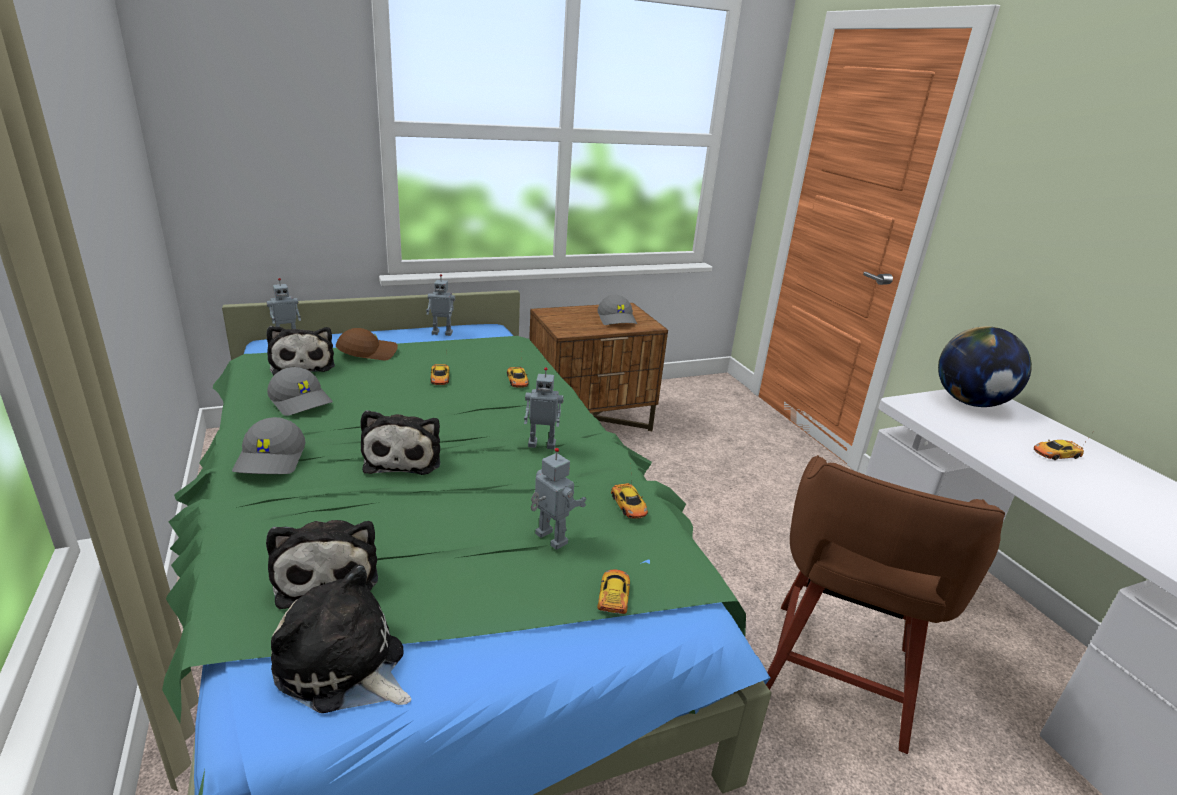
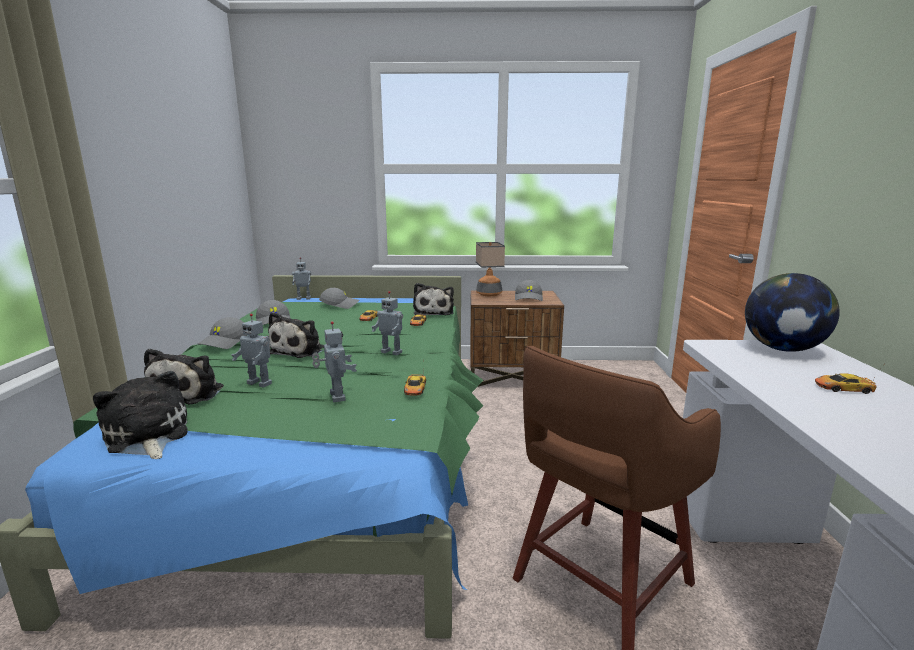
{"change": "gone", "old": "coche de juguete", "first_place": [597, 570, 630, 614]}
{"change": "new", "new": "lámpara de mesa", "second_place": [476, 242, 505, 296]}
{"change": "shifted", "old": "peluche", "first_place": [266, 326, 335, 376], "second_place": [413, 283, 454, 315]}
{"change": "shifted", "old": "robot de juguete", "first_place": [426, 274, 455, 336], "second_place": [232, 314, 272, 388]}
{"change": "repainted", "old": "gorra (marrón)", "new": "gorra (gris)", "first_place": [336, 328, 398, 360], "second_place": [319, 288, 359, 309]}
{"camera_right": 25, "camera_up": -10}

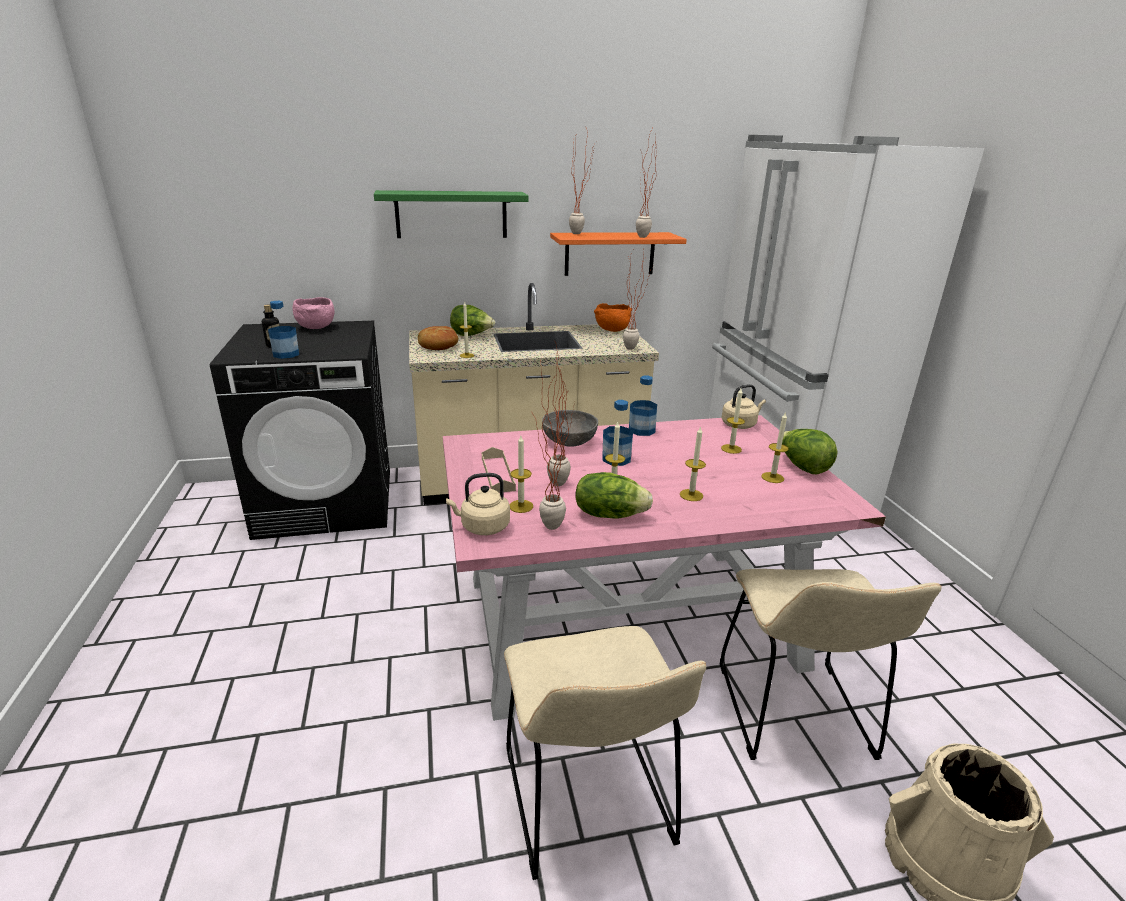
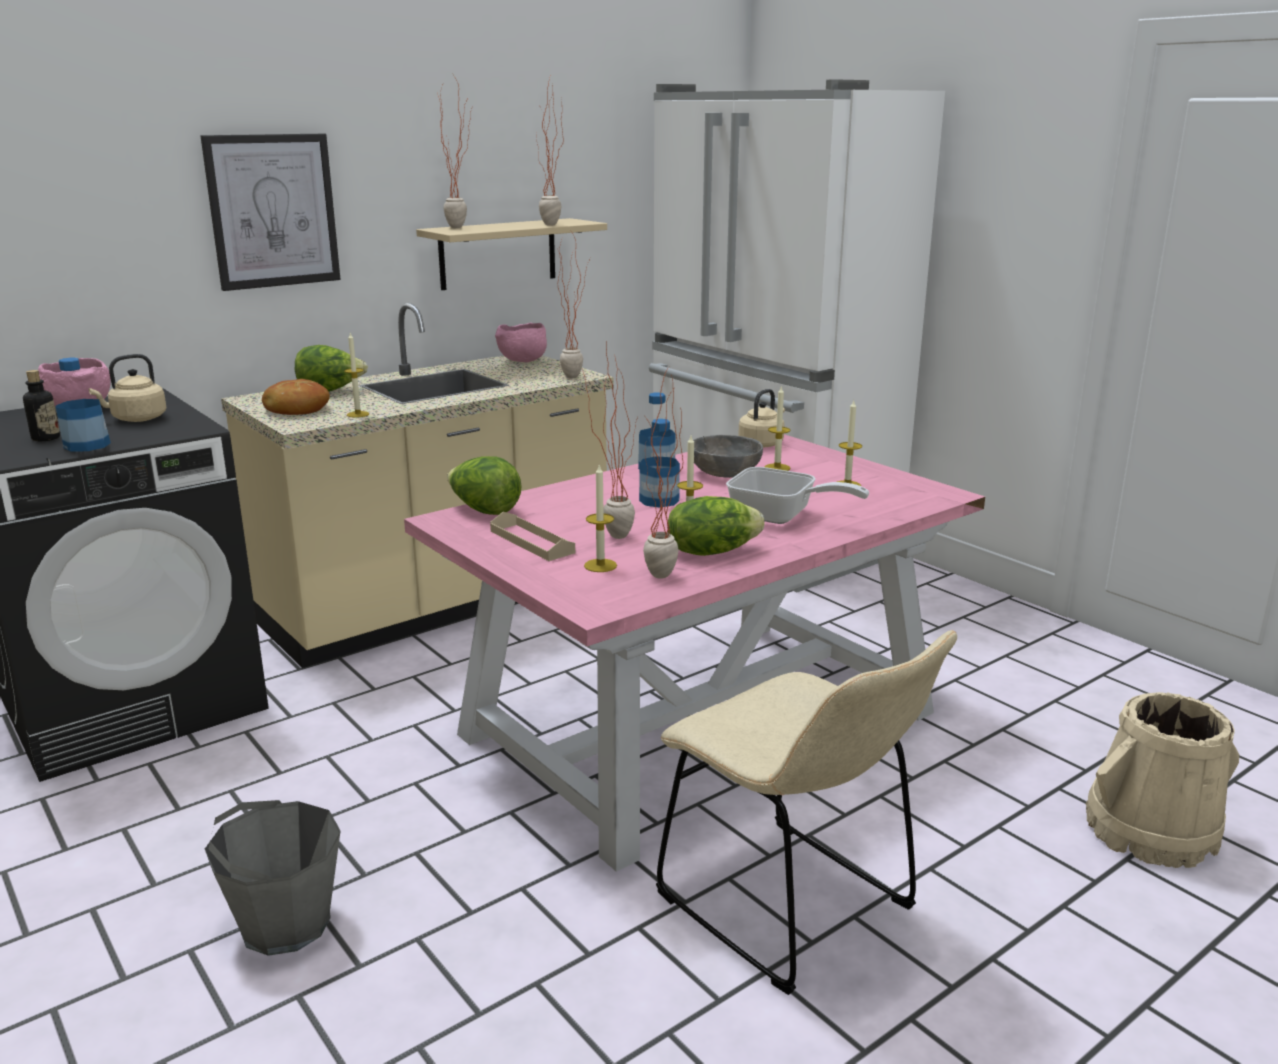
{"change": "gone", "old": "silla (beis)", "first_place": [720, 569, 941, 760]}
{"change": "new", "new": "cubo (gris)", "second_place": [205, 800, 340, 956]}
{"change": "shifted", "old": "hervidor (beis)", "first_place": [446, 473, 510, 535], "second_place": [89, 354, 167, 422]}
{"change": "shifted", "old": "cuenco (gris)", "first_place": [542, 410, 598, 447], "second_place": [693, 435, 763, 478]}
{"change": "shifted", "old": "lechuga", "first_place": [782, 429, 838, 474], "second_place": [447, 456, 522, 515]}
{"change": "swapped", "old": "estante (verde)", "new": "cuadro", "first_place": [374, 190, 528, 238], "second_place": [201, 134, 340, 291]}
{"change": "swapped", "old": "vela", "new": "sartén", "first_place": [680, 426, 706, 501], "second_place": [726, 467, 869, 524]}
{"change": "repainted", "old": "estante (naranja)", "new": "estante (beis)", "first_place": [550, 232, 687, 276], "second_place": [416, 218, 607, 290]}
{"change": "repainted", "old": "cuenco (naranja)", "new": "cuenco (rosa)", "first_place": [594, 303, 631, 332], "second_place": [495, 322, 547, 362]}
{"camera_right": -25, "camera_up": -5}

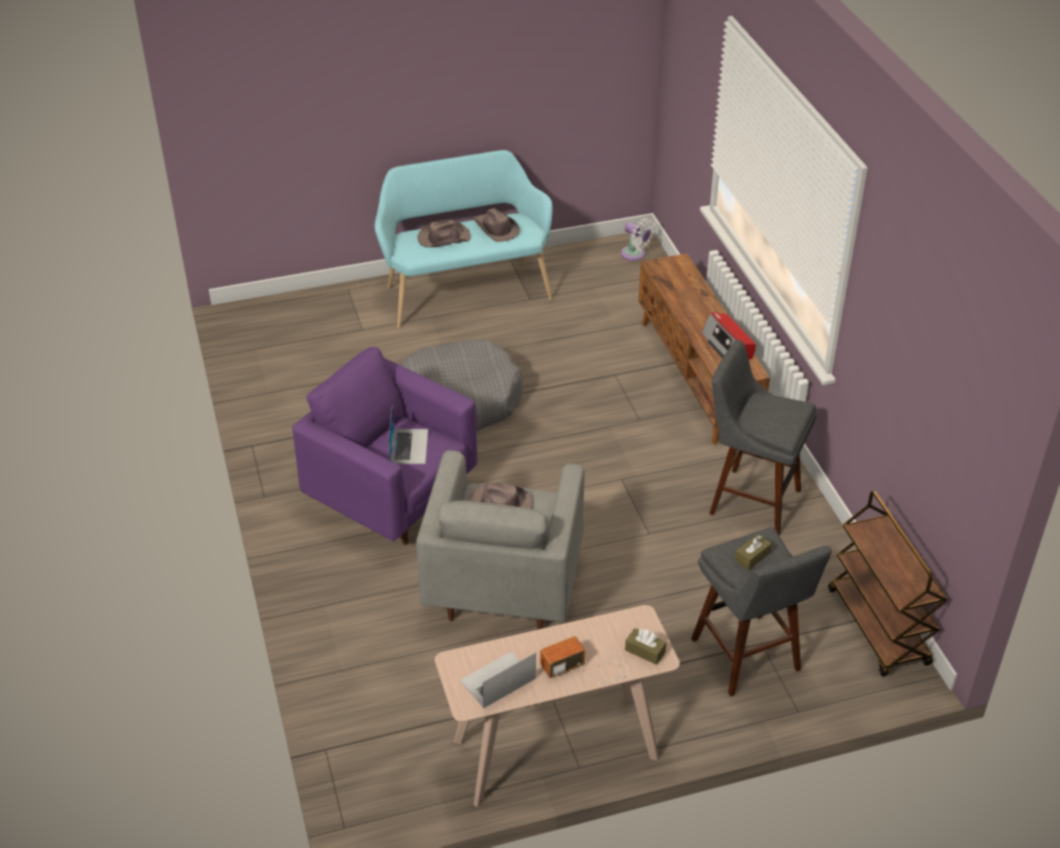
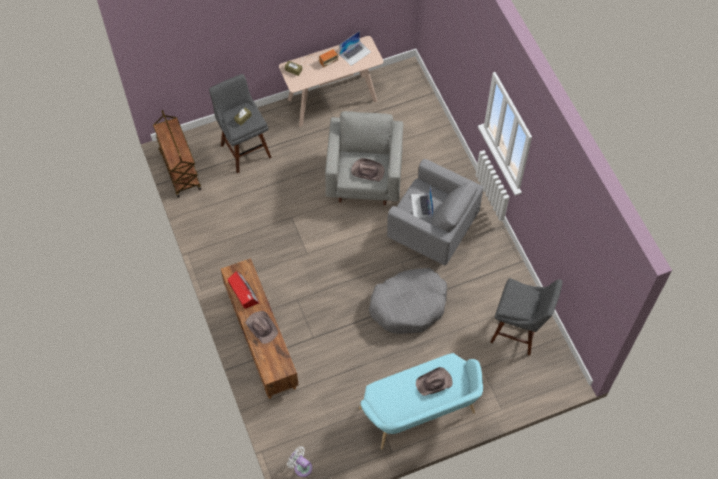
{"change": "shifted", "old": "sombrero (marrón)", "first_place": [474, 208, 520, 242], "second_place": [246, 311, 278, 344]}
{"change": "shifted", "old": "taburete (gris)", "first_place": [709, 340, 816, 535], "second_place": [490, 278, 563, 356]}
{"change": "repainted", "old": "sillón (morado)", "new": "sillón (gris)", "first_place": [292, 347, 477, 545], "second_place": [387, 159, 483, 265]}
{"camera_right": 175, "camera_up": 20}

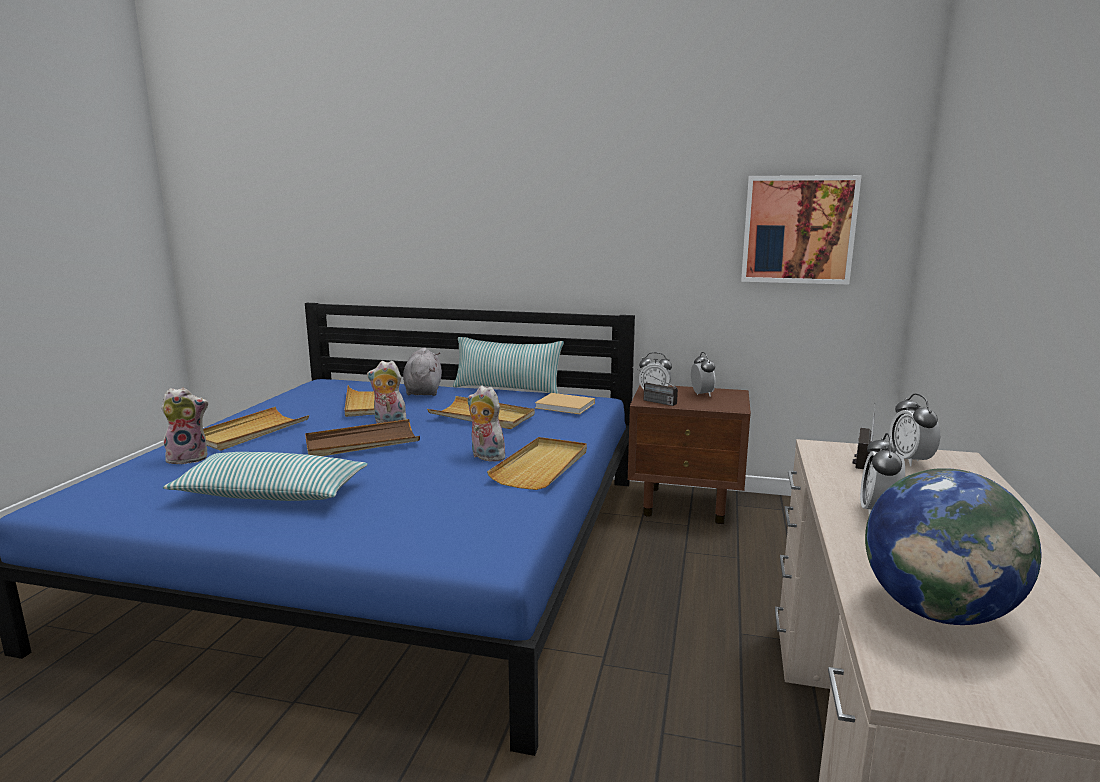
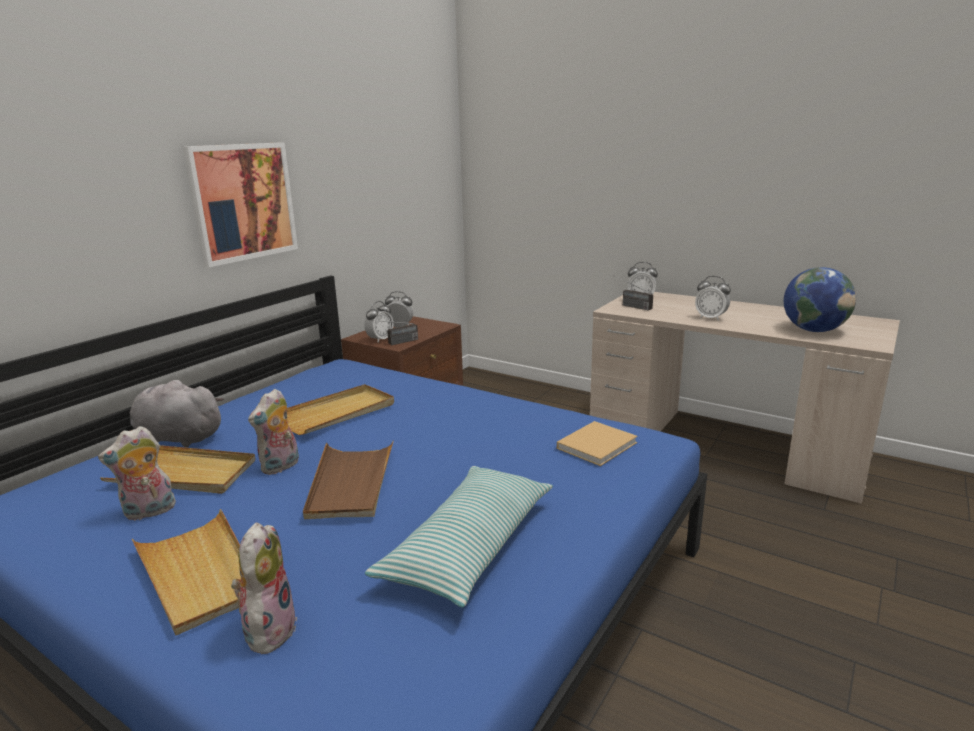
{"change": "gone", "old": "cojín", "first_place": [453, 337, 564, 394]}
{"change": "gone", "old": "bandeja (beis)", "first_place": [487, 437, 587, 490]}
{"change": "shifted", "old": "peluche", "first_place": [468, 386, 506, 462], "second_place": [98, 426, 176, 520]}
{"change": "shifted", "old": "libro (beis)", "first_place": [535, 393, 595, 414], "second_place": [557, 421, 638, 466]}
{"change": "shifted", "old": "cuadro", "first_place": [741, 175, 862, 285], "second_place": [182, 142, 298, 267]}
{"camera_right": -70, "camera_up": 5}

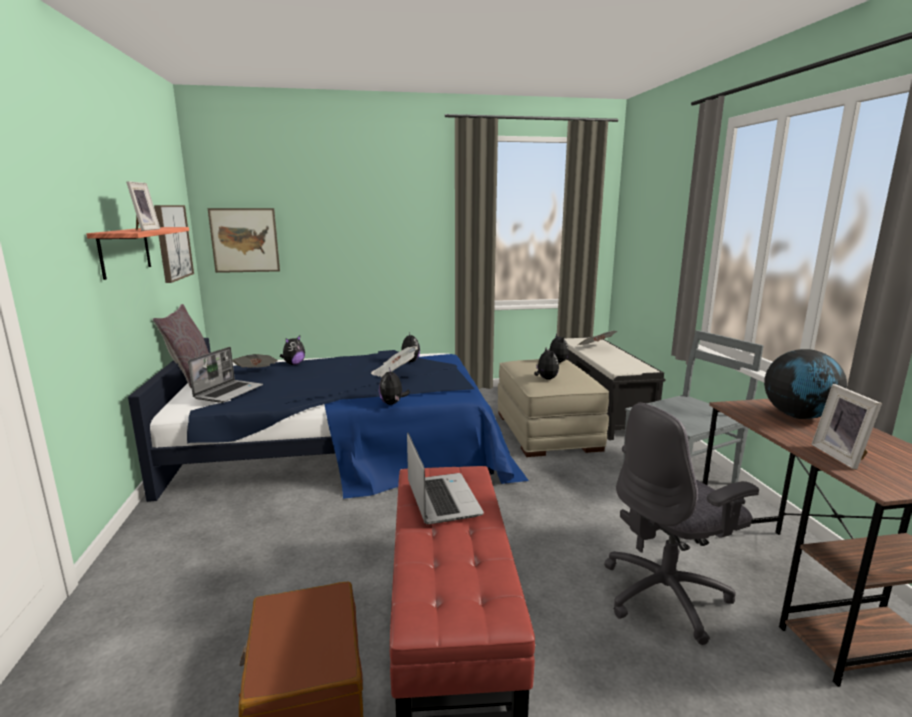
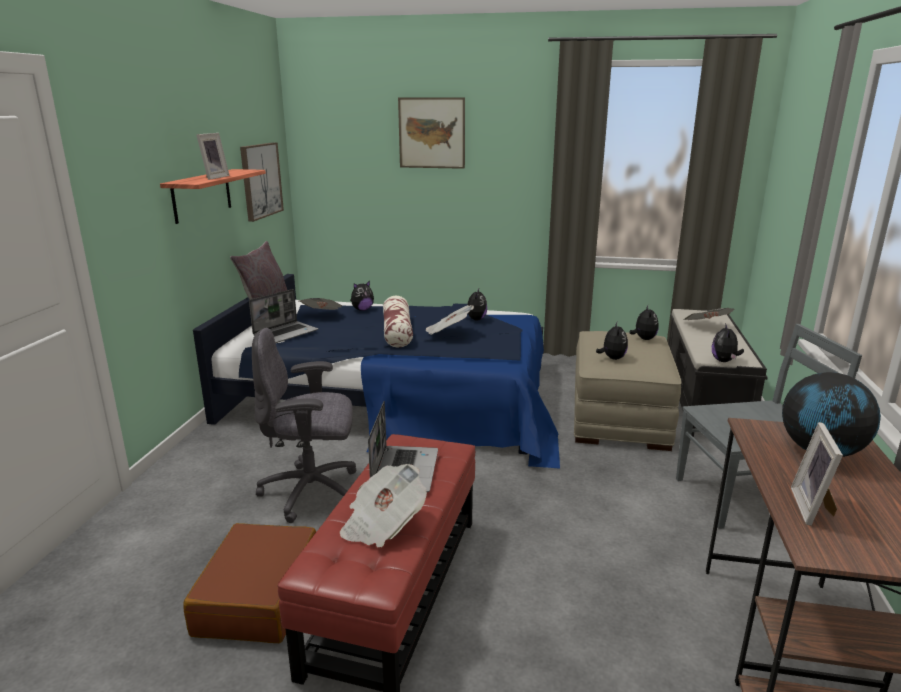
{"change": "new", "new": "periódico", "second_place": [340, 464, 427, 547]}
{"change": "new", "new": "cojín", "second_place": [383, 296, 413, 348]}
{"change": "shifted", "old": "cuadro", "first_place": [208, 208, 280, 273], "second_place": [398, 97, 465, 169]}
{"change": "shifted", "old": "peluche", "first_place": [379, 367, 410, 405], "second_place": [712, 323, 744, 362]}
{"change": "shifted", "old": "silla de oficina (gris)", "first_place": [604, 403, 759, 645], "second_place": [252, 328, 356, 523]}
{"camera_right": 20, "camera_up": 5}

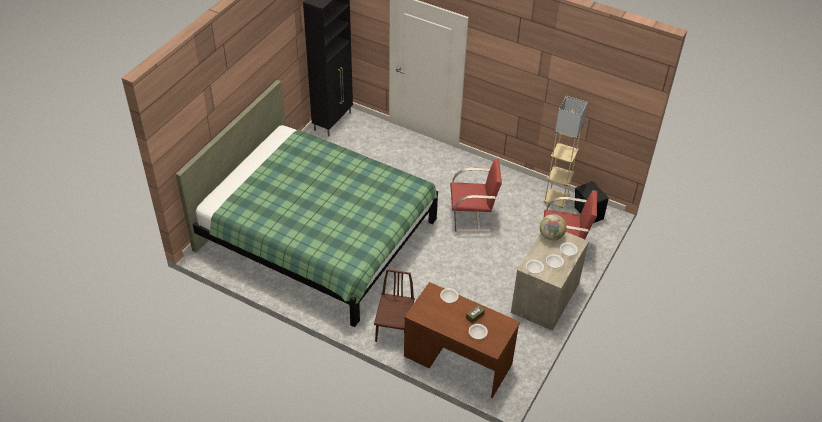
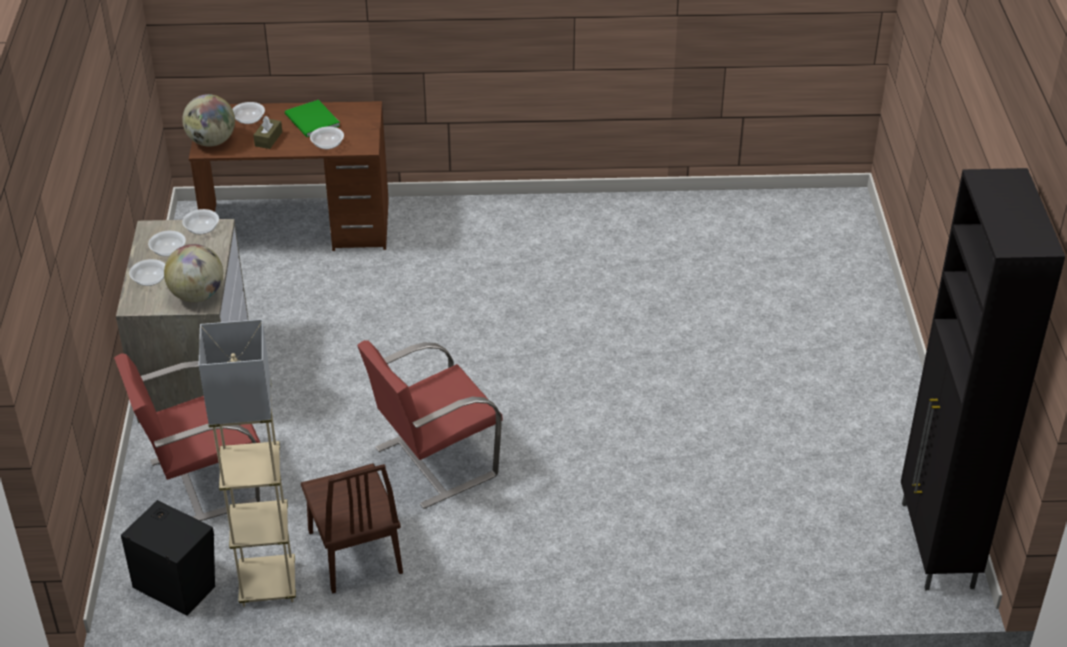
{"change": "gone", "old": "cama (verde)", "first_place": [176, 80, 438, 327]}
{"change": "new", "new": "globo terráqueo", "second_place": [182, 94, 235, 147]}
{"change": "new", "new": "libro (verde)", "second_place": [285, 100, 340, 137]}
{"change": "shifted", "old": "silla (marrón)", "first_place": [374, 269, 415, 342], "second_place": [301, 463, 403, 593]}
{"camera_right": 150, "camera_up": -5}

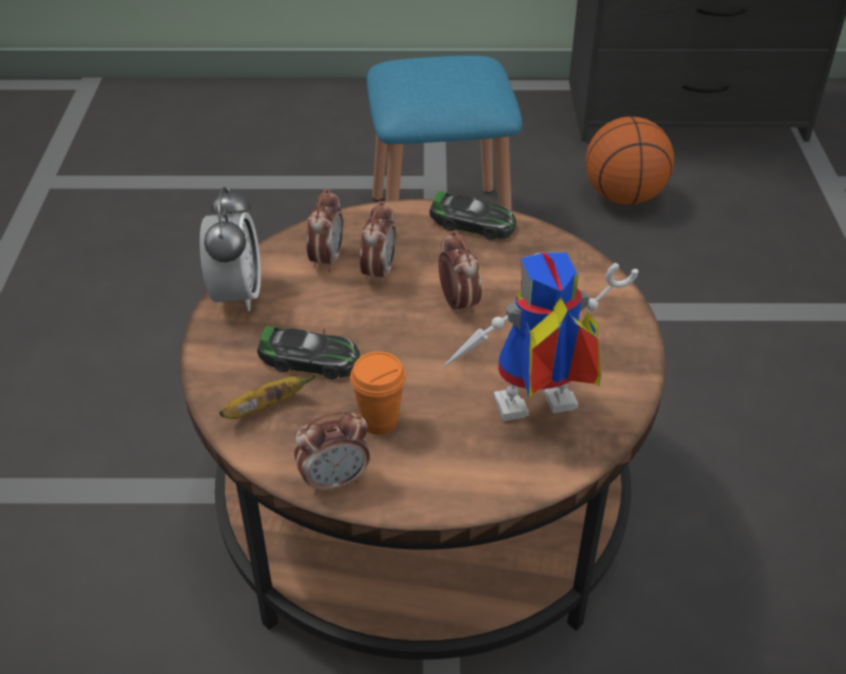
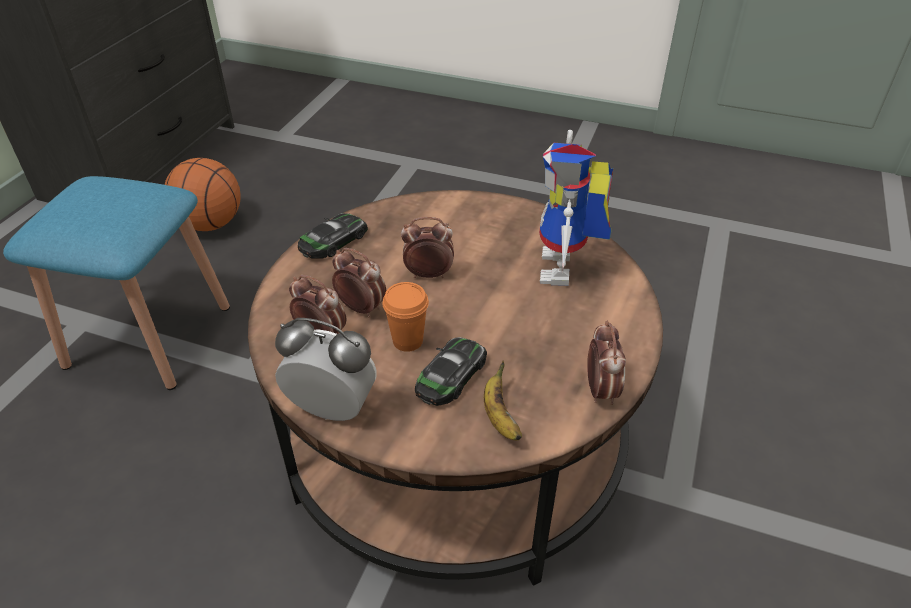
{"change": "shifted", "old": "taza (naranja)", "first_place": [350, 352, 406, 435], "second_place": [383, 282, 429, 352]}
{"camera_right": -70, "camera_up": 0}

